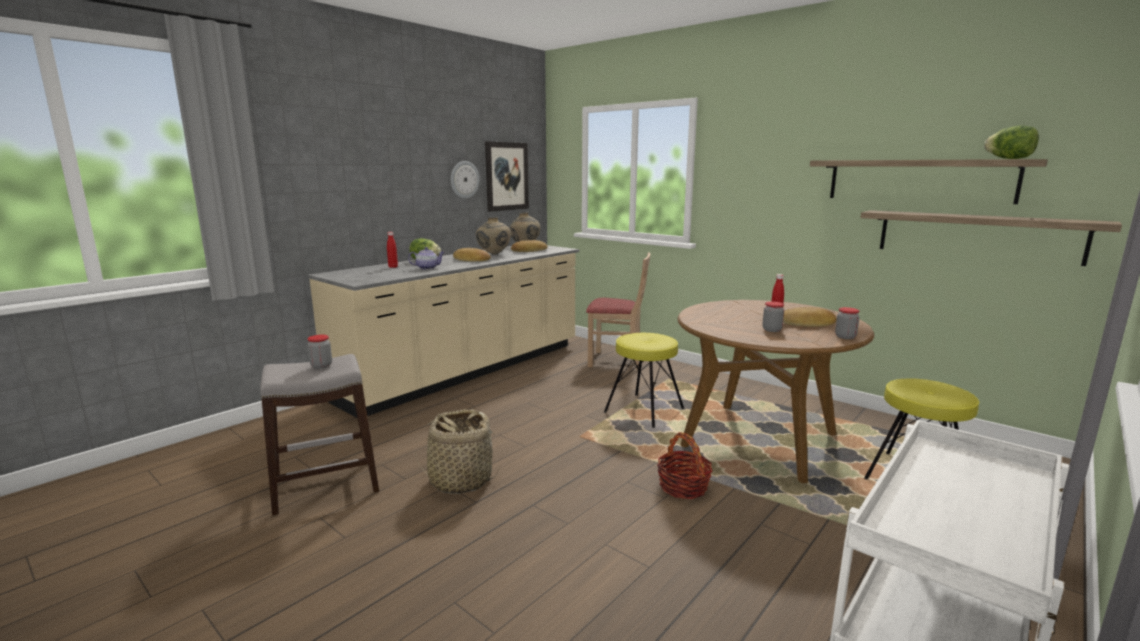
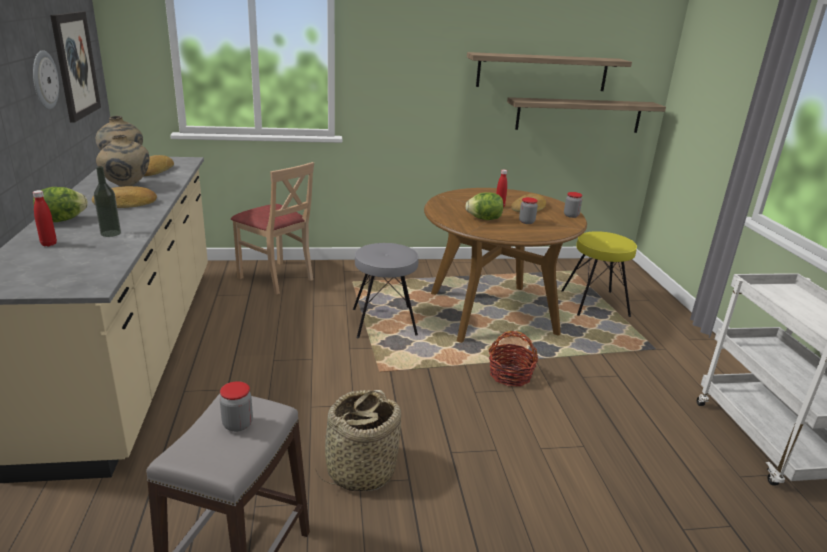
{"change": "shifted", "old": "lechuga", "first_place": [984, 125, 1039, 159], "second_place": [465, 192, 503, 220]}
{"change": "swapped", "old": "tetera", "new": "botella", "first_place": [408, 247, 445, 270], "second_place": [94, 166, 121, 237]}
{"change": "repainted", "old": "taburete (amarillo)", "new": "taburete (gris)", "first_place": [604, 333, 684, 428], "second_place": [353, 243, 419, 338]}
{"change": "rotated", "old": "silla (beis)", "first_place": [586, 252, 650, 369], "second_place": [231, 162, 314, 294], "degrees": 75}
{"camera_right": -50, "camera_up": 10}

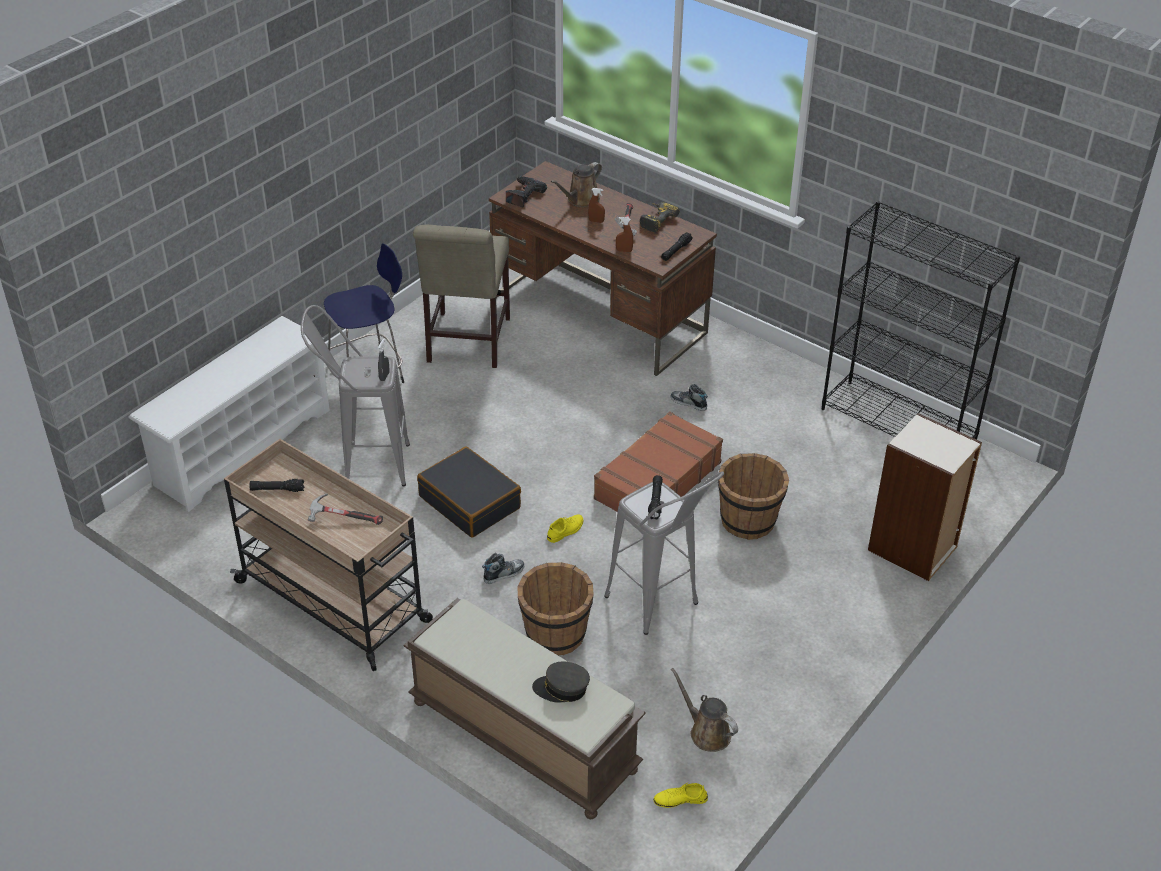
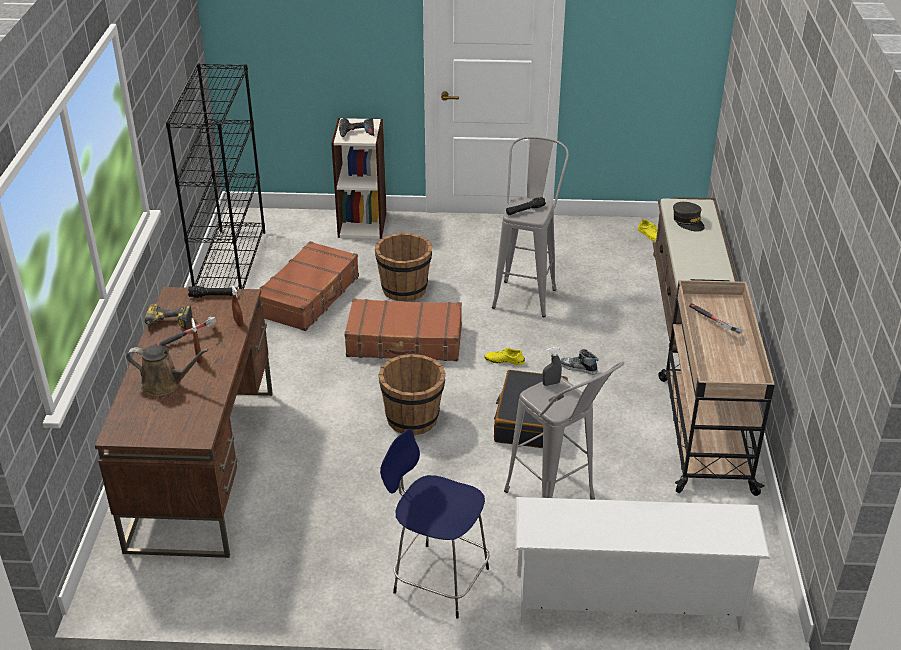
{"change": "gone", "old": "linterna (negro)", "first_place": [249, 479, 305, 492]}
{"change": "gone", "old": "silla (beis)", "first_place": [413, 225, 510, 368]}
{"change": "gone", "old": "zapato", "first_place": [671, 384, 708, 411]}
{"change": "gone", "old": "regadera (marrón)", "first_place": [671, 668, 738, 752]}
{"change": "new", "new": "maleta (marrón)", "second_place": [259, 241, 359, 331]}
{"change": "shifted", "old": "taladro", "first_place": [506, 176, 547, 208], "second_place": [339, 118, 374, 137]}
{"change": "shifted", "old": "cubo (marrón)", "first_place": [518, 562, 594, 655], "second_place": [378, 354, 446, 435]}
{"camera_right": -125, "camera_up": -5}

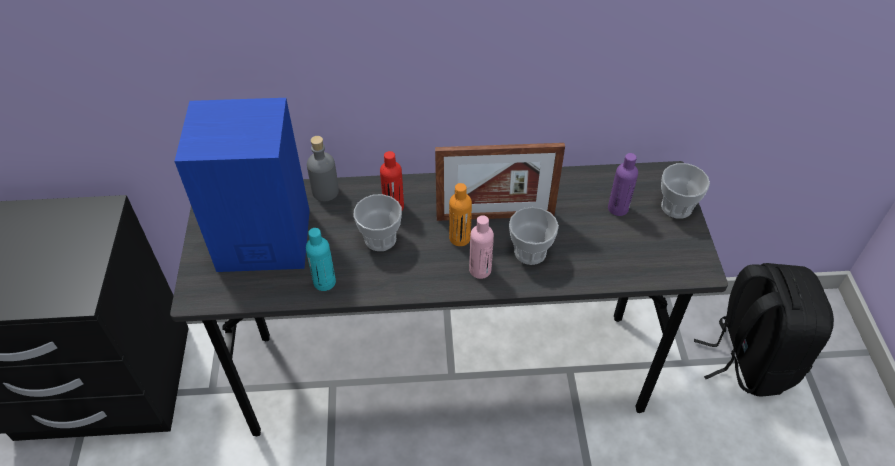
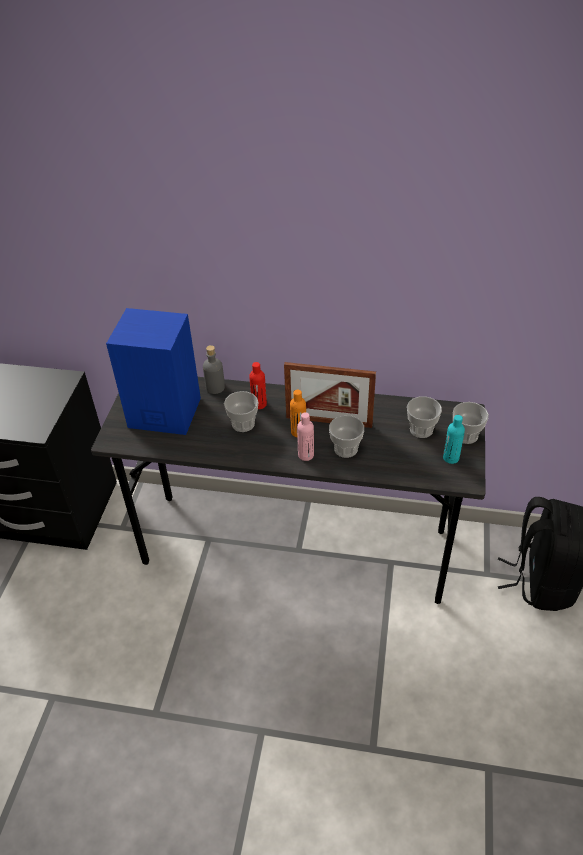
{"change": "shifted", "old": "botella (turquesa)", "first_place": [306, 228, 336, 291], "second_place": [443, 415, 465, 464]}
{"change": "swapped", "old": "botella (morado)", "new": "taza", "first_place": [608, 153, 638, 216], "second_place": [407, 397, 442, 438]}
{"camera_right": 15, "camera_up": -5}

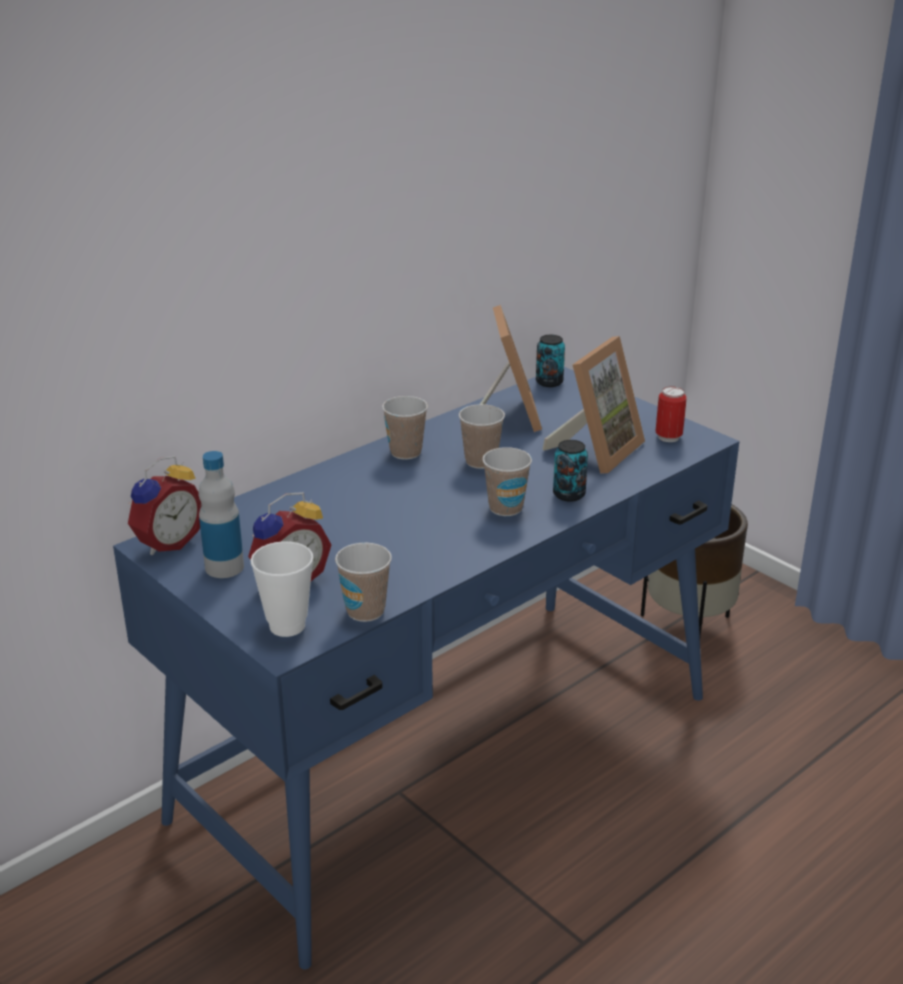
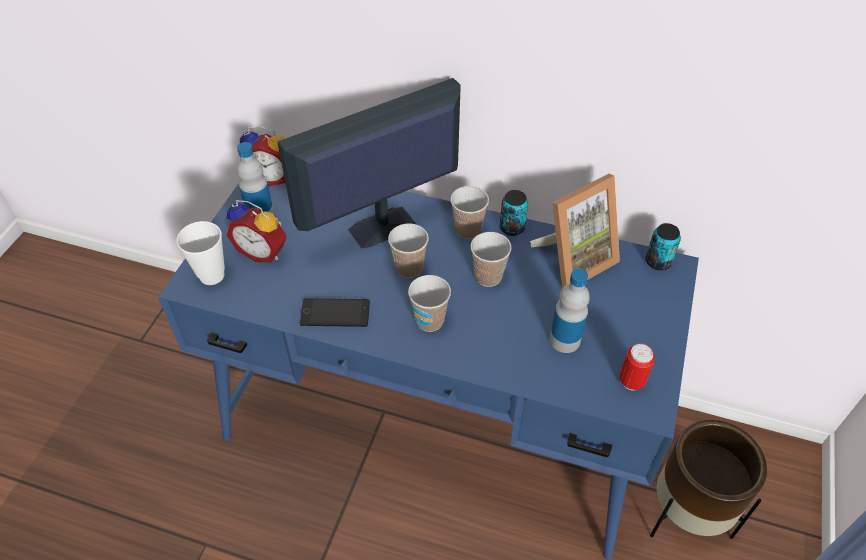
{"change": "new", "new": "monitor", "second_place": [278, 78, 461, 248]}
{"change": "new", "new": "móvil", "second_place": [300, 298, 370, 327]}
{"change": "shifted", "old": "taza", "first_place": [335, 543, 392, 622], "second_place": [388, 224, 429, 278]}
{"change": "shifted", "old": "lata", "first_place": [553, 440, 588, 502], "second_place": [500, 190, 528, 236]}
{"change": "swapped", "old": "portarretratos", "new": "botella", "first_place": [542, 336, 645, 474], "second_place": [550, 268, 590, 353]}
{"camera_right": 60, "camera_up": 20}

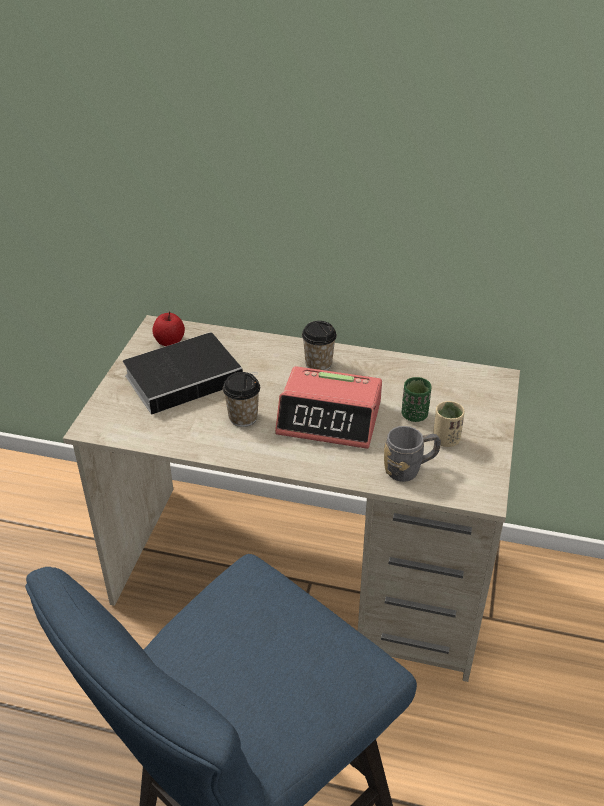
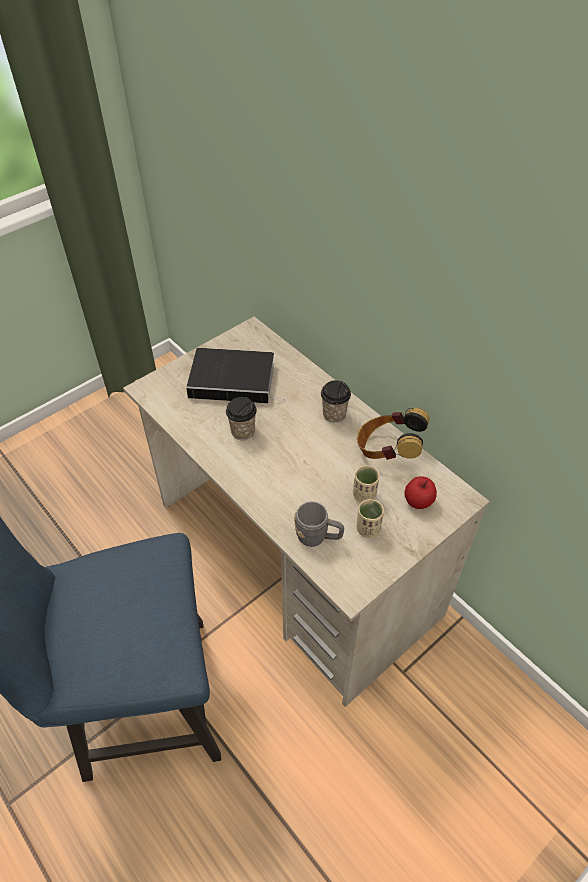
{"change": "gone", "old": "despertador", "first_place": [275, 366, 382, 449]}
{"change": "new", "new": "auriculares", "second_place": [357, 408, 430, 460]}
{"change": "shifted", "old": "manzana", "first_place": [153, 311, 185, 346], "second_place": [404, 476, 437, 509]}
{"change": "repainted", "old": "taza (verde)", "new": "taza (beis)", "first_place": [401, 377, 432, 422], "second_place": [353, 465, 379, 502]}
{"camera_right": 35, "camera_up": 10}

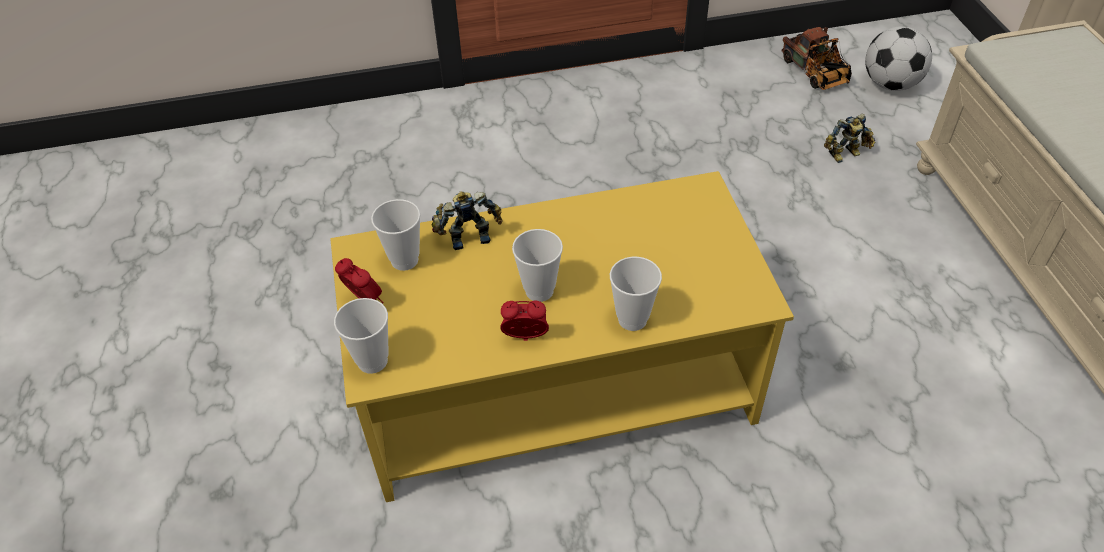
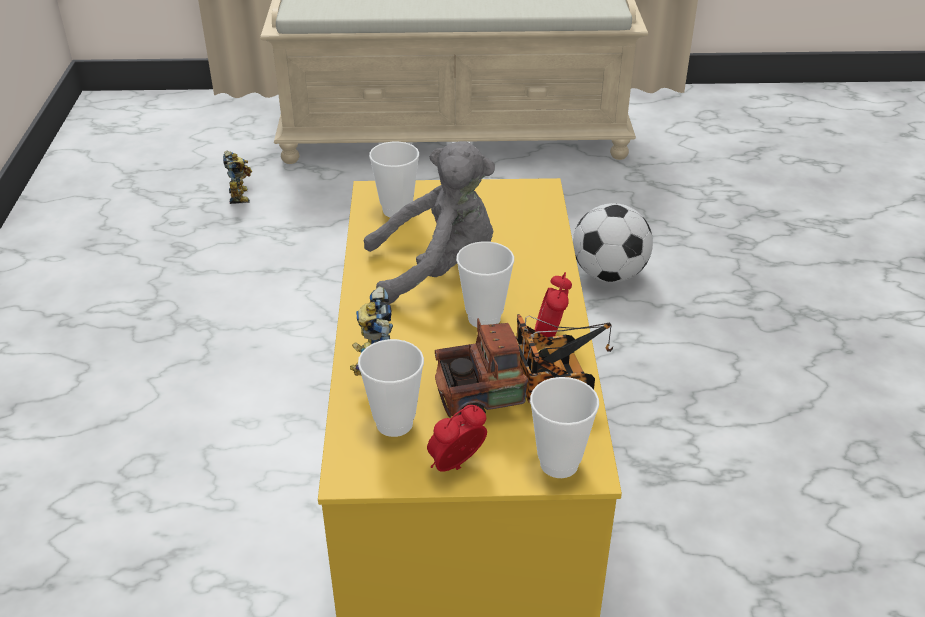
{"change": "new", "new": "peluche (gris)", "second_place": [364, 141, 495, 305]}
{"change": "shifted", "old": "taza", "first_place": [610, 257, 662, 331], "second_place": [369, 142, 419, 218]}
{"change": "shifted", "old": "camión de juguete", "first_place": [781, 27, 852, 90], "second_place": [435, 314, 613, 418]}
{"change": "shifted", "old": "balón de fútbol", "first_place": [865, 26, 932, 91], "second_place": [573, 203, 653, 283]}
{"camera_right": -80, "camera_up": -10}

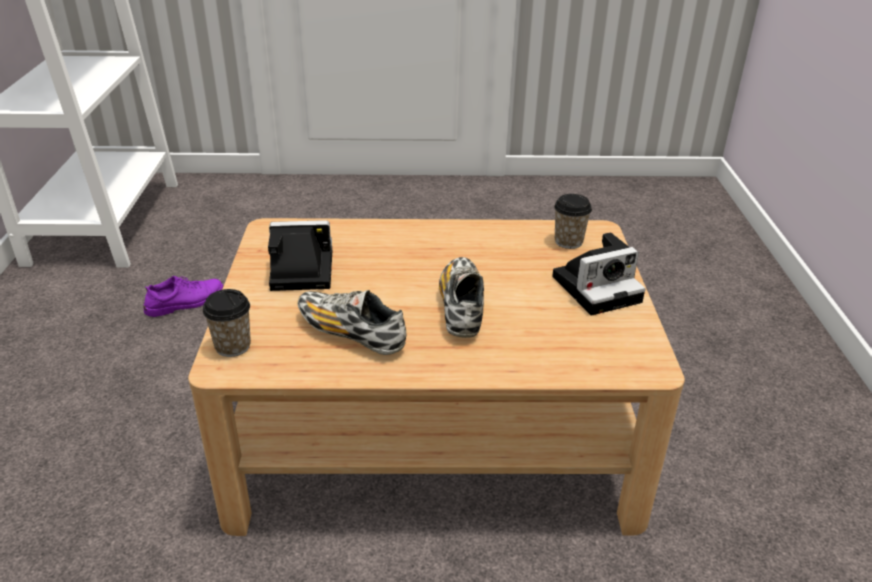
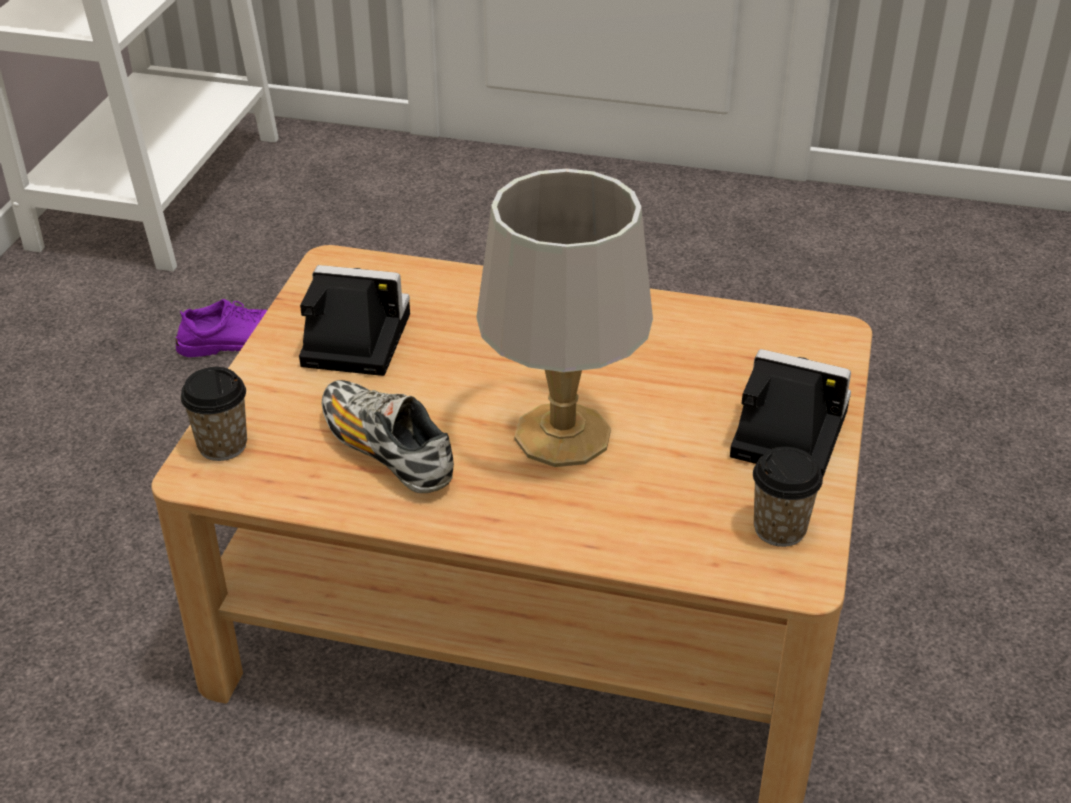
{"change": "shifted", "old": "taza", "first_place": [554, 194, 592, 249], "second_place": [753, 447, 823, 547]}
{"change": "swapped", "old": "zapato", "new": "lámpara de mesa (gris)", "first_place": [439, 257, 484, 338], "second_place": [476, 169, 653, 467]}
{"change": "rotated", "old": "cámara", "first_place": [552, 232, 646, 316], "second_place": [730, 349, 851, 478], "degrees": -150}
{"camera_right": 15, "camera_up": 5}

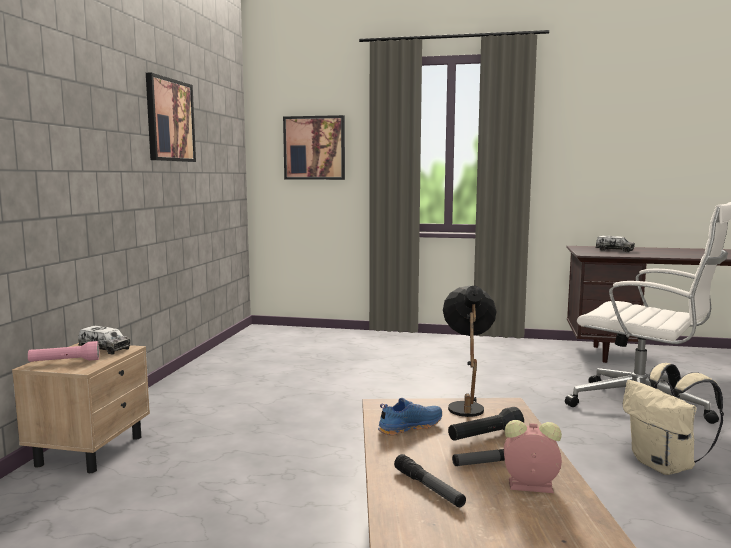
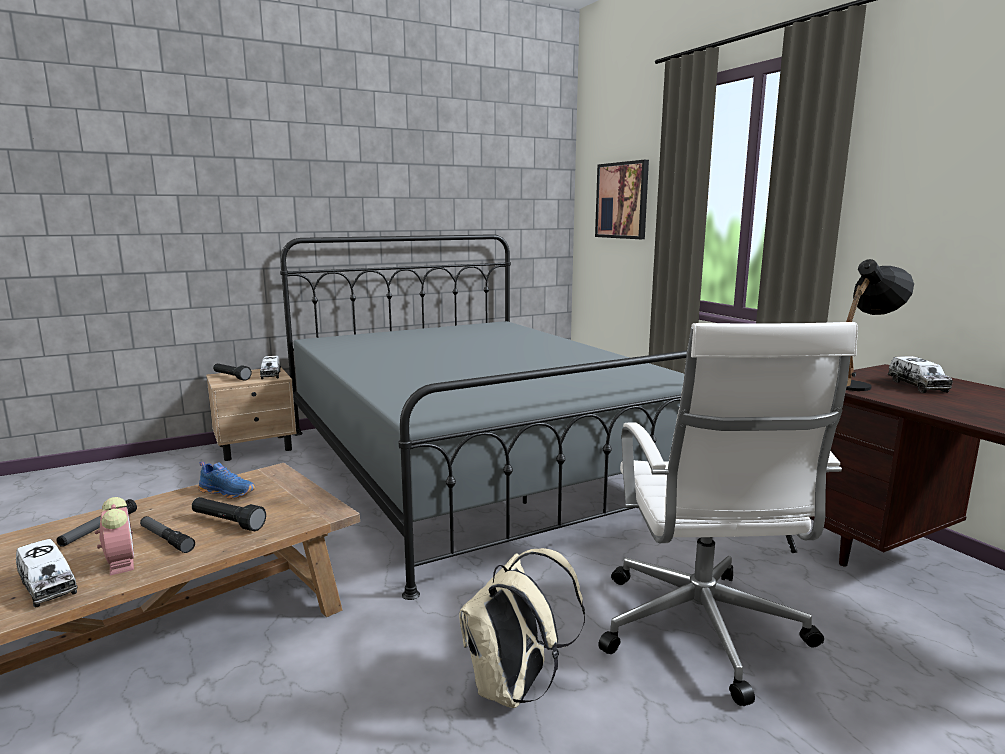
{"change": "gone", "old": "cuadro", "first_place": [146, 73, 196, 162]}
{"change": "new", "new": "camión de juguete", "second_place": [16, 539, 78, 607]}
{"change": "new", "new": "cama (gris)", "second_place": [280, 234, 687, 600]}
{"change": "shifted", "old": "lámpara de mesa (negro)", "first_place": [443, 286, 496, 417], "second_place": [846, 259, 914, 391]}
{"change": "repainted", "old": "linterna (rosa)", "new": "linterna (negro)", "first_place": [28, 341, 99, 362], "second_place": [213, 363, 252, 380]}
{"camera_right": 50, "camera_up": 5}

